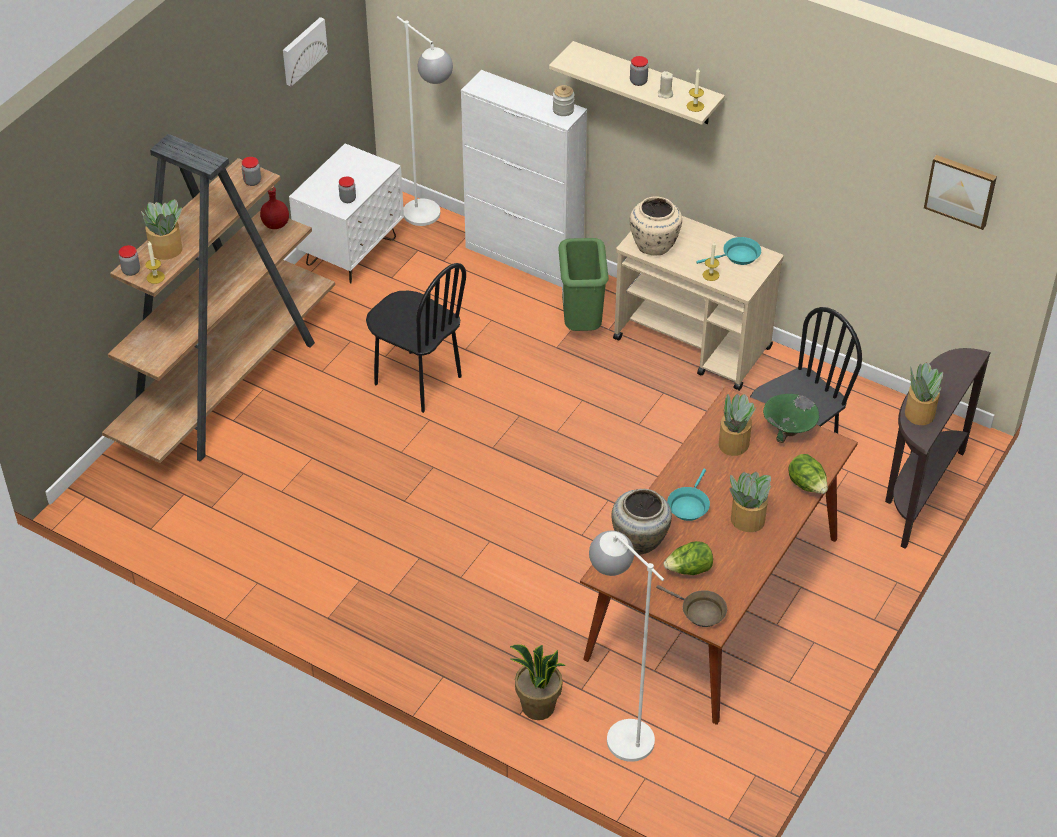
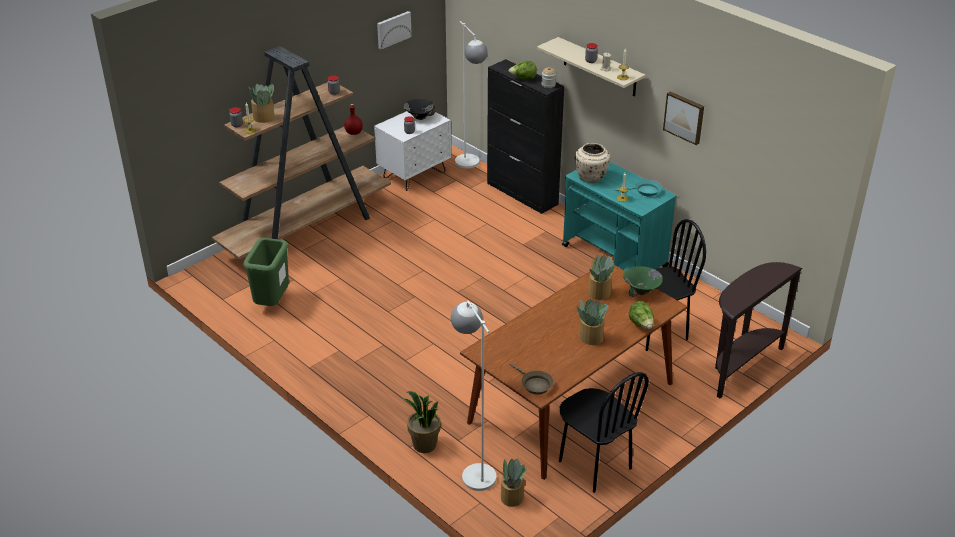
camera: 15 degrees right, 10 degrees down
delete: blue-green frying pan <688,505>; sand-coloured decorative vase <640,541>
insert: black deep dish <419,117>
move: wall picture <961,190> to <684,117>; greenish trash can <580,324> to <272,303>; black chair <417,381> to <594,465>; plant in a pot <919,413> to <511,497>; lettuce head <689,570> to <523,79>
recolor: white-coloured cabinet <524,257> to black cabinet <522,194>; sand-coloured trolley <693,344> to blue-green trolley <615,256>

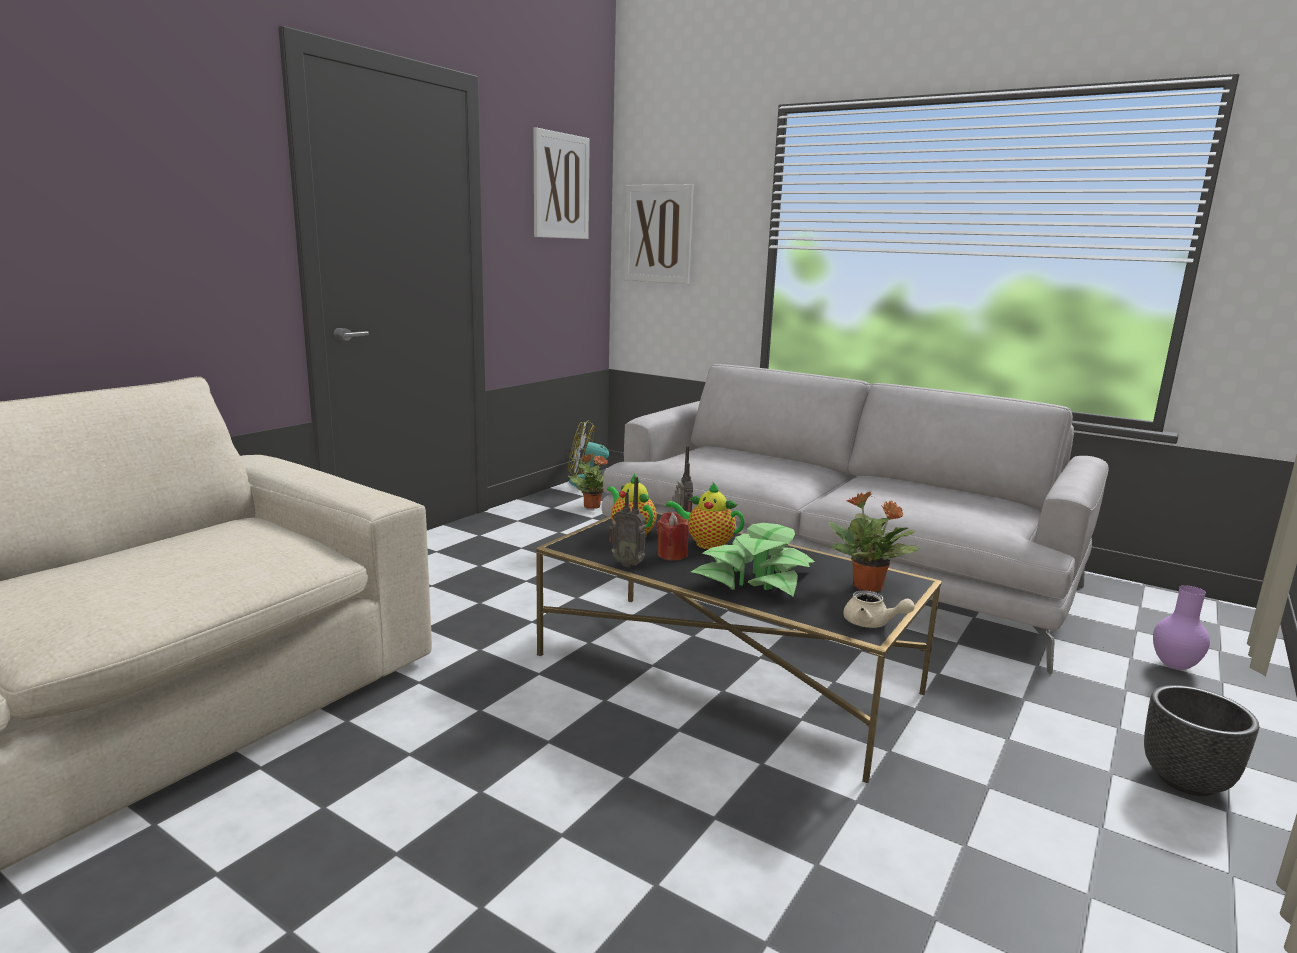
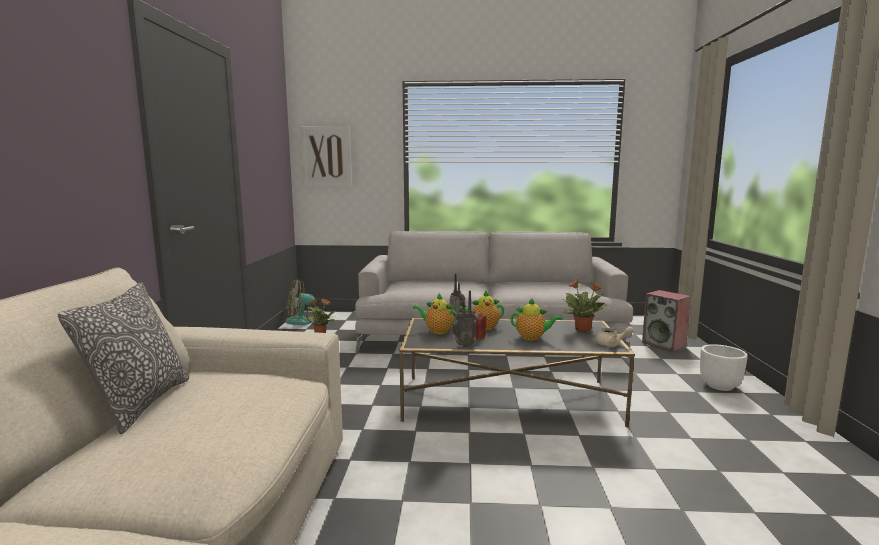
camera: 30 degrees left, 5 degrees down
delete: wall picture <561,186>
insert: throw pillow <141,403>
replace: plant in a pot <754,578> to tea pot <532,338>; purple-coloured decorative vase <1175,666> to speaker <664,344>
recolor: black planter <1187,781> to white-coloured planter <720,386>

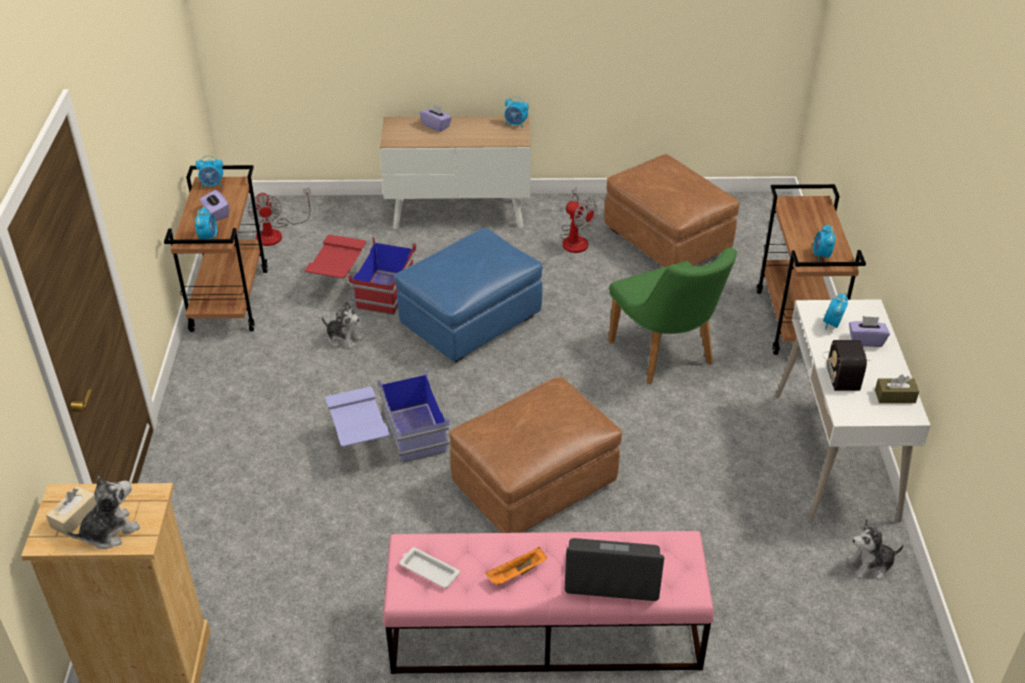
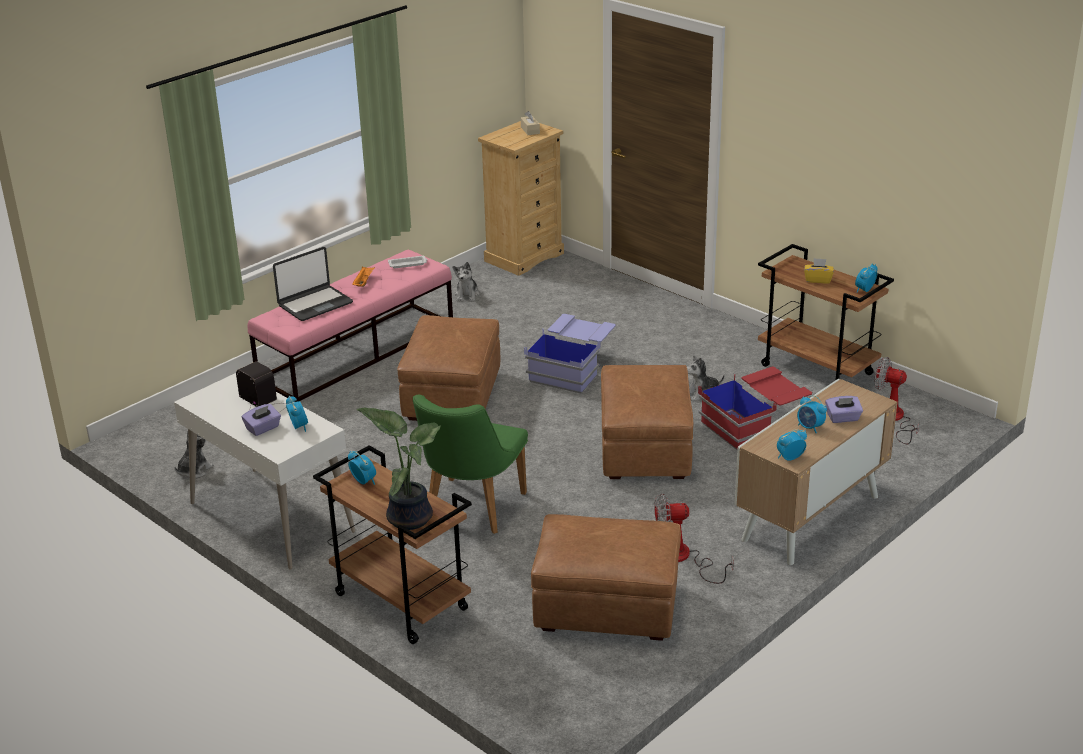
camera: 135 degrees right, 10 degrees down
delete: brown tissue holder <895,396>
insert: plant in a pot <409,517>
move: alarm clock <208,238> to <810,427>; plush toy <109,531> to <467,295>
recolor: purple-coloured tissue holder <216,213> to yellowish tissue holder <818,280>; bluish ottoman <470,321> to brown ottoman <645,450>
rotate: greenish chair <667,357> = <470,511> 90 degrees counterclockwise

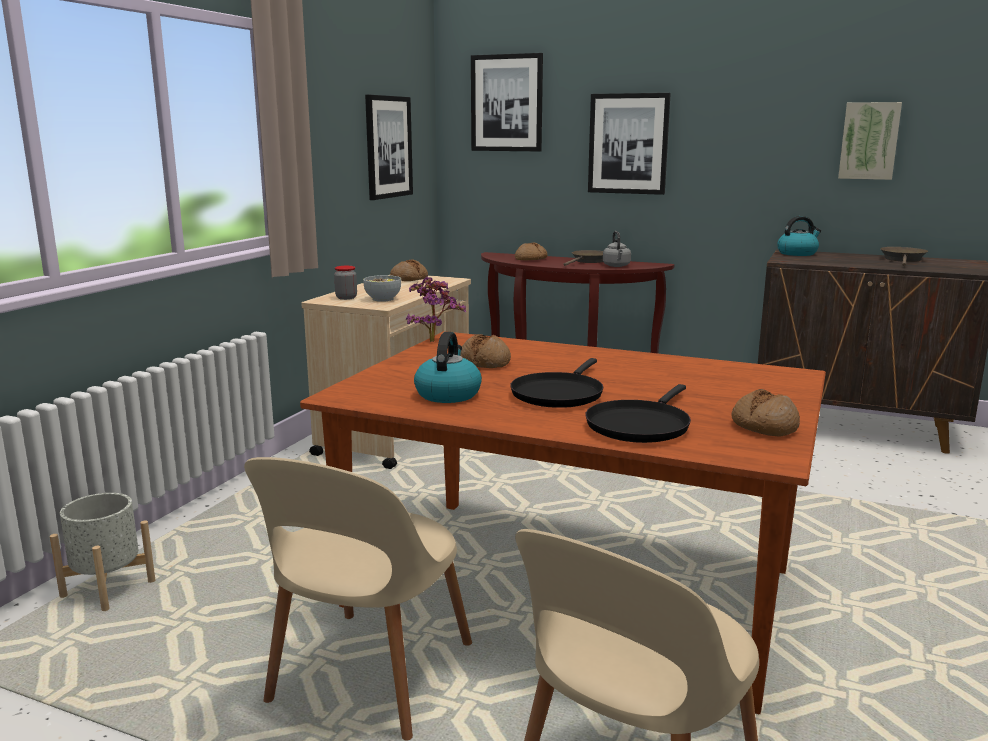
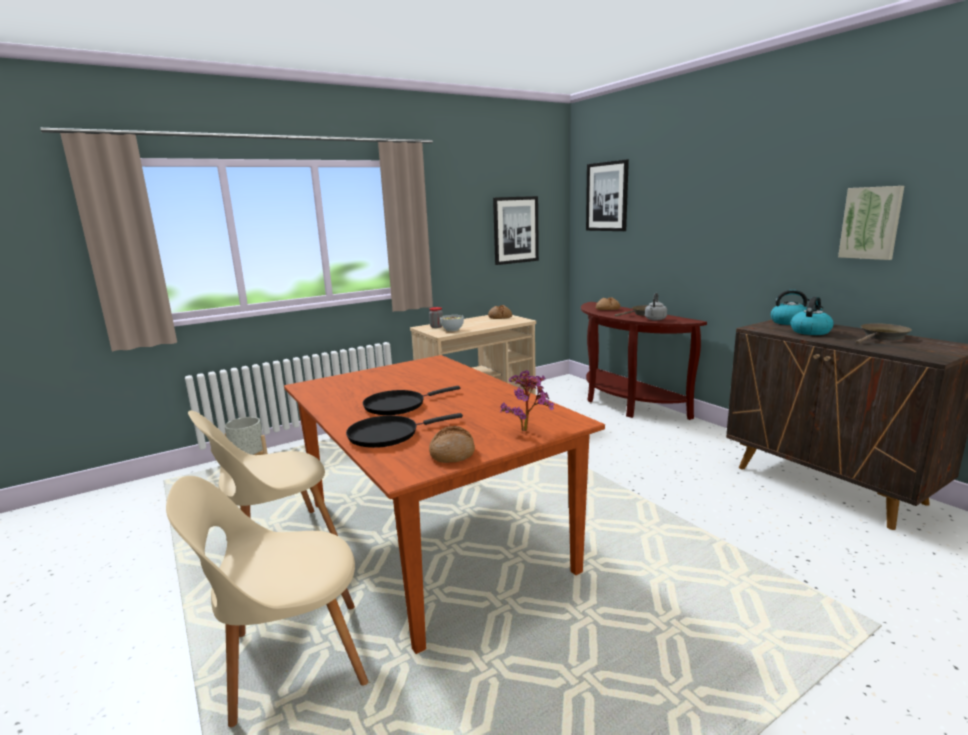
camera: 35 degrees right, 0 degrees up
delete: wall picture <628,144>; bakery bread <485,362>
move: plant in a pot <433,341> to <527,429>; water kettle <448,394> to <810,331>

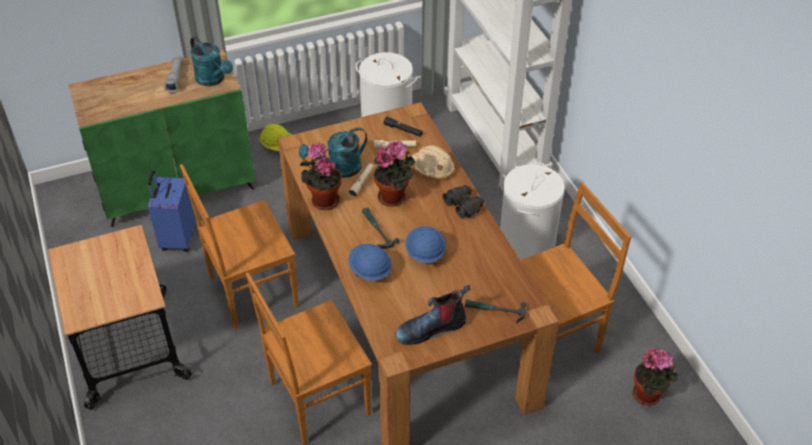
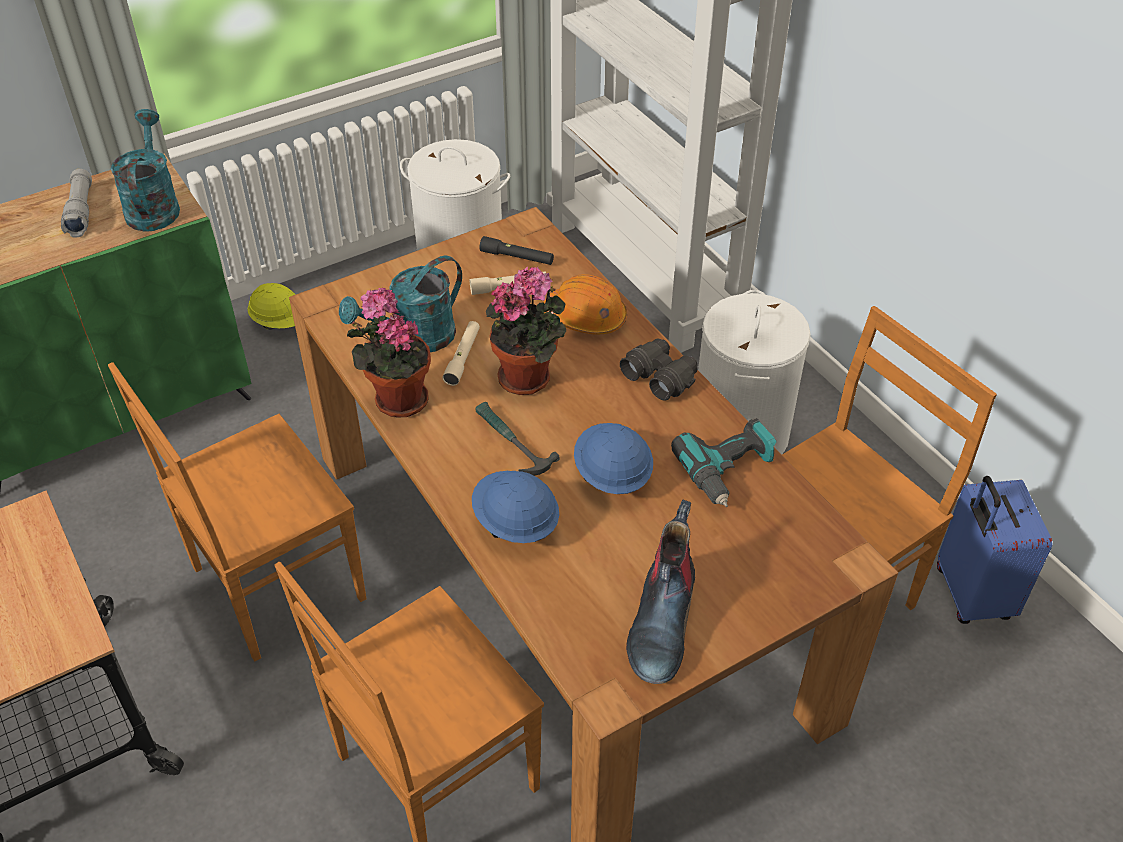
camera: 10 degrees left, 0 degrees up
delete: hand hammer <495,311>; plant in a pot <649,396>
insert: power drill <728,471>
move: bluish suitcase <177,238> to <970,594>
recolor: sand-coloured safety helmet <432,168> to orangey safety helmet <585,318>
rotate: blue-green sprinkling can <213,80> = <153,206> 135 degrees counterclockwise; boot <431,328> = <662,621> 45 degrees counterclockwise

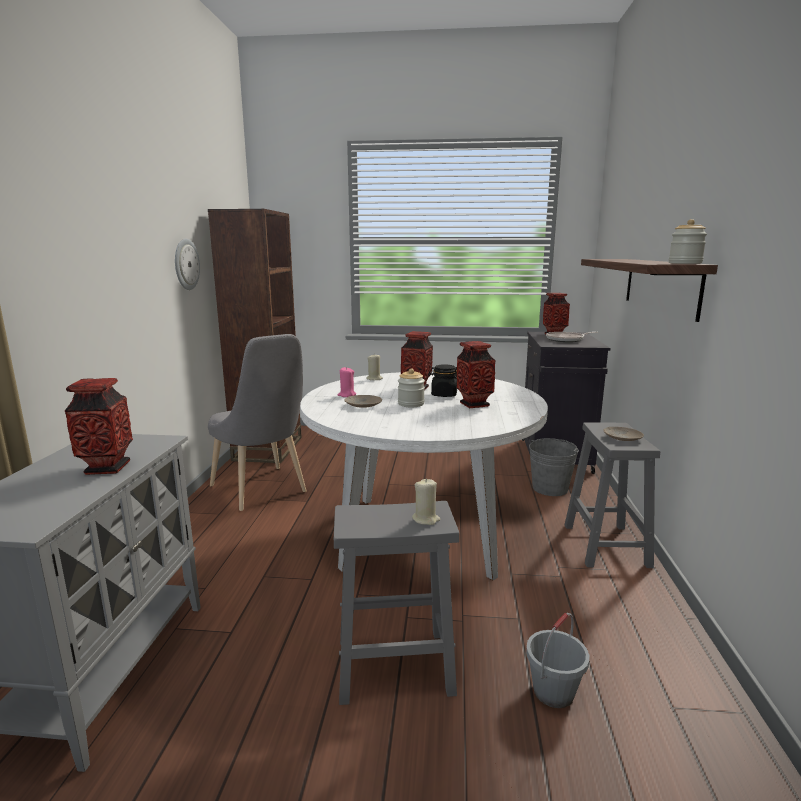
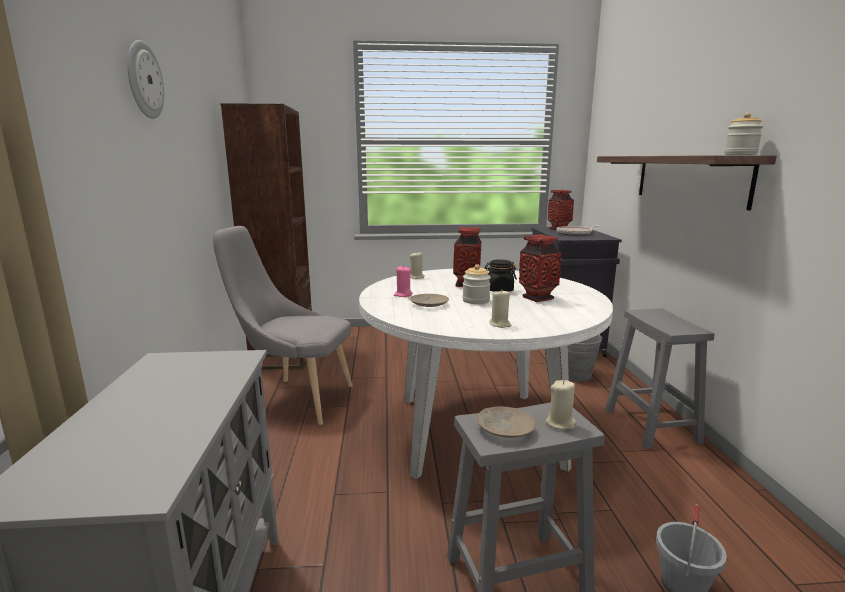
camera: 10 degrees left, 0 degrees up
delete: decorative vase <107,468>
insert: sand-coloured wax light <500,324>
move: wall clock <186,264> to <144,80>; sand-coloured dinner plate <622,438> to <504,428>
rotate: grey chair <262,491> = <295,399> 150 degrees clockwise

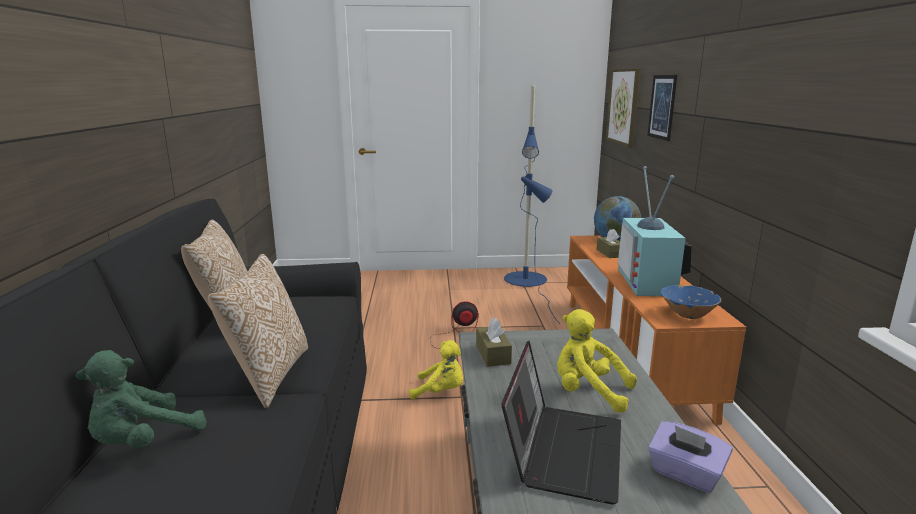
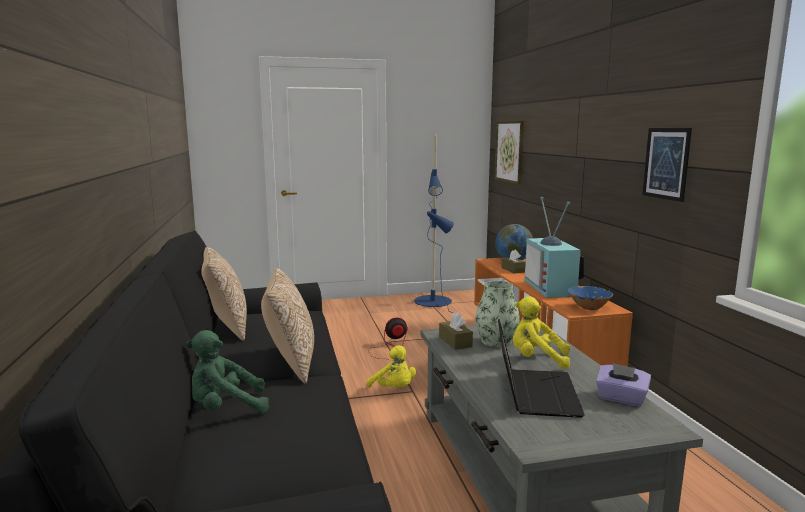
camera: 10 degrees left, 5 degrees down
insert: decorative vase <496,341>
move: wall picture <662,107> to <666,163>
rotate: yellowish plush toy <441,392> = <394,389> 45 degrees clockwise; greenish plush toy <143,441> = <225,408> 45 degrees clockwise

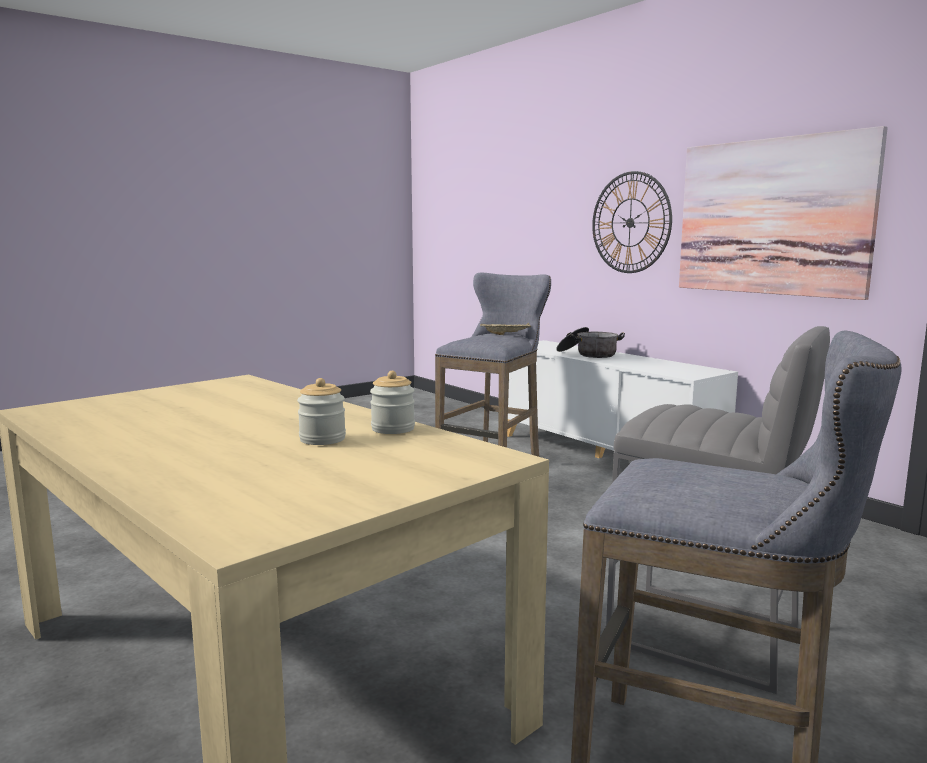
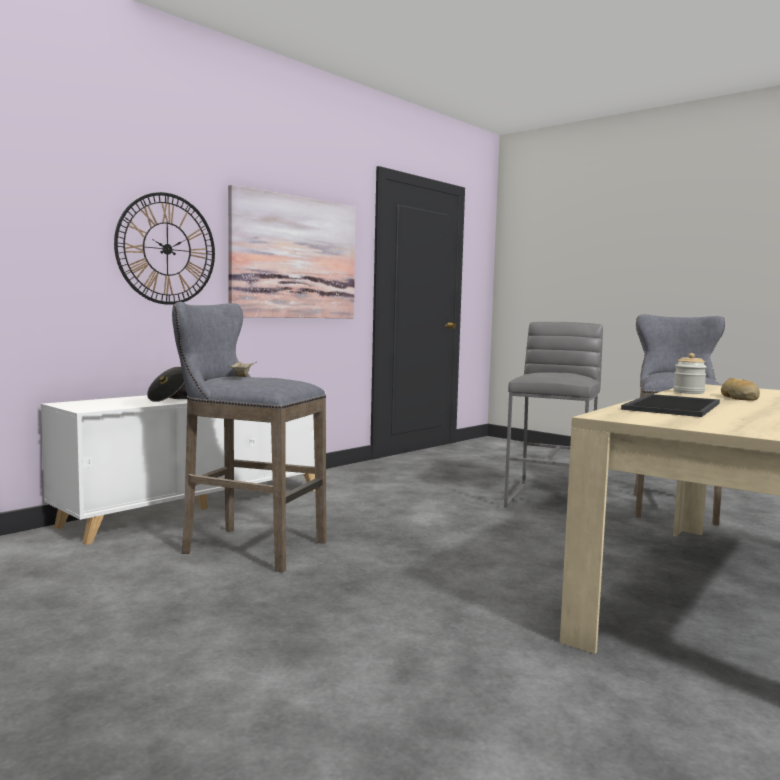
camera: 100 degrees left, 5 degrees down
insert: tray <670,406>
replace: jar <322,439> to bakery bread <739,398>

